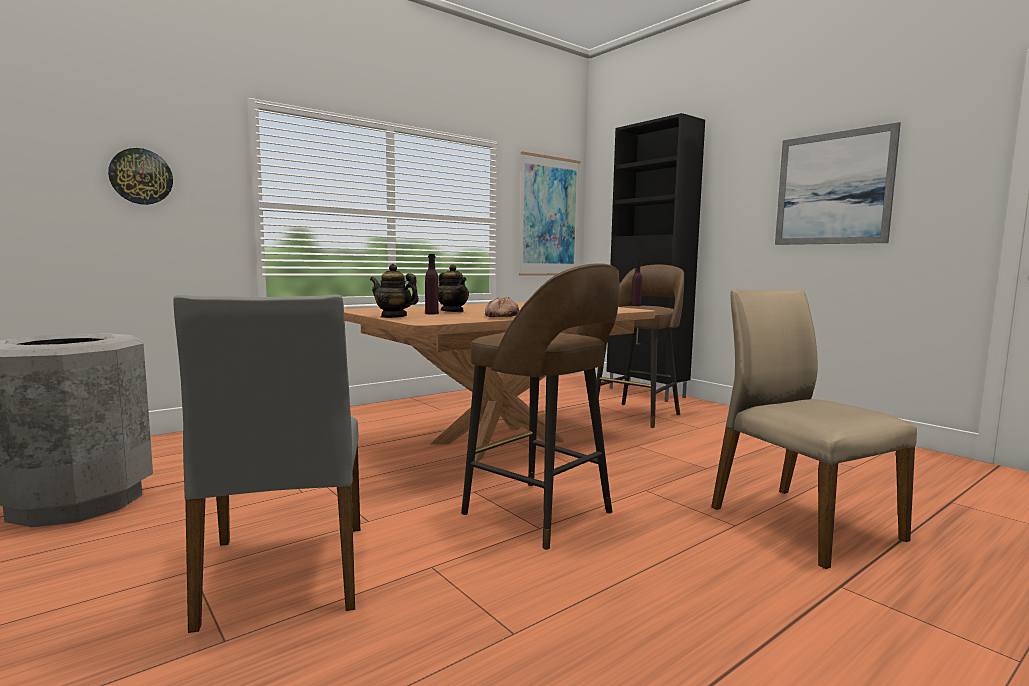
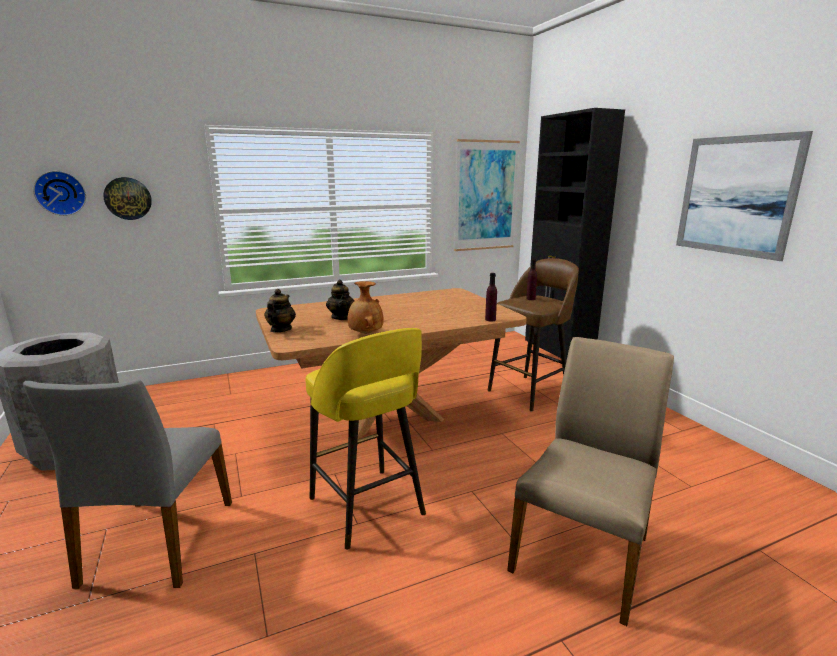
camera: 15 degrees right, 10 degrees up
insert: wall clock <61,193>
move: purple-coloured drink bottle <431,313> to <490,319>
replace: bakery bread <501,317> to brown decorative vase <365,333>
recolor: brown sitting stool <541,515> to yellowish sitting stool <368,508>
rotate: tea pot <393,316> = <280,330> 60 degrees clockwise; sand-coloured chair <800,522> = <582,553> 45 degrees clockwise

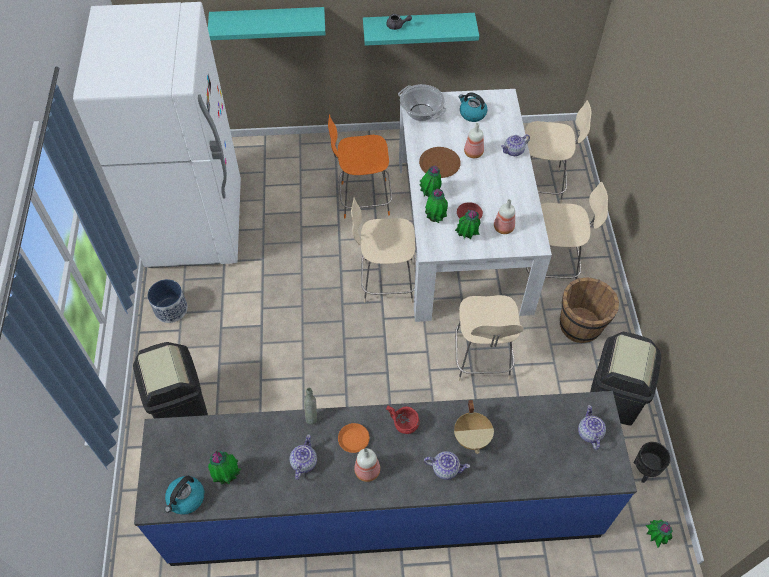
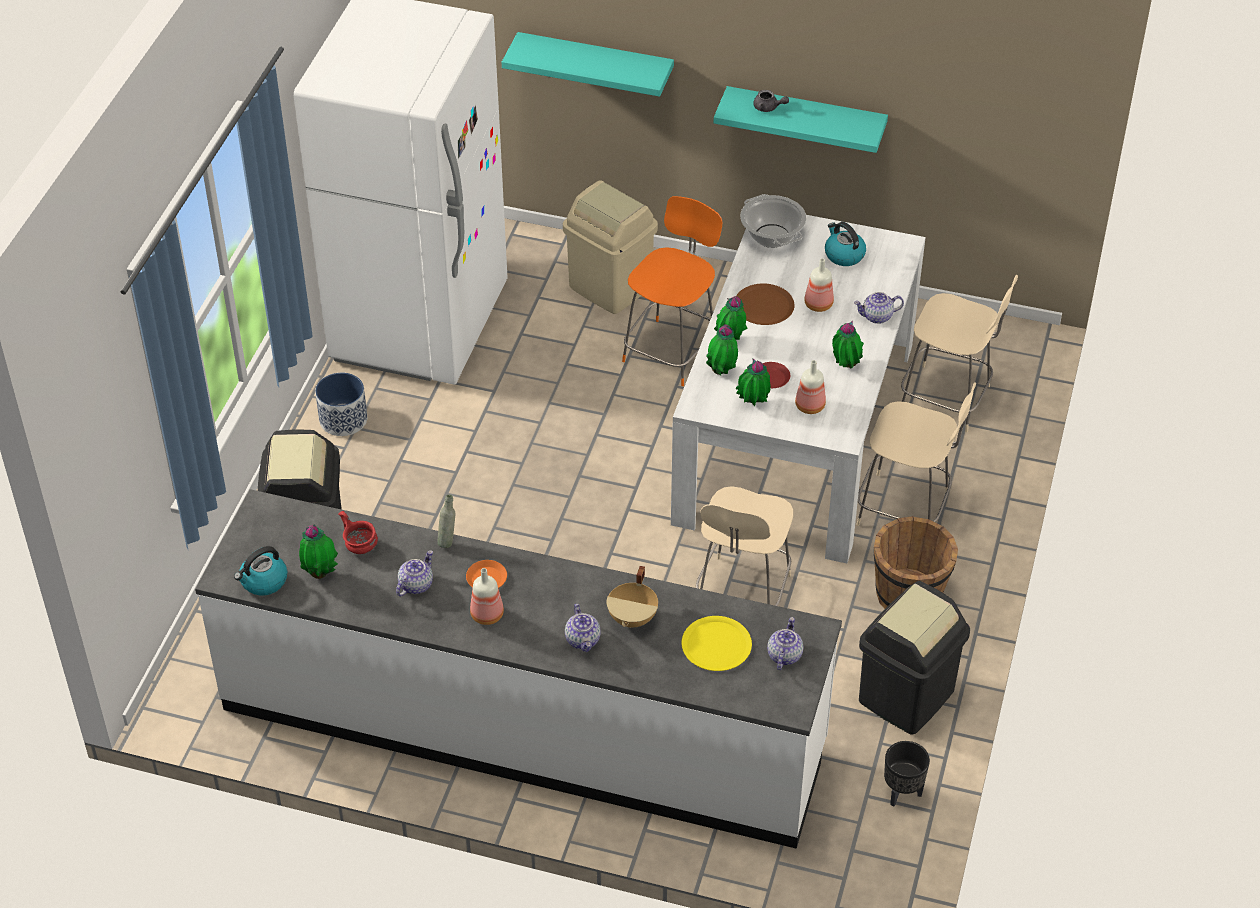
camera: 20 degrees right, 10 degrees down
delete: sand-coloured chair <385,282>
insert: sand-coloured trash can <611,286>; yellowish dinner plate <716,644>
move: red-coloured deep dish <405,424> to <360,546>; plant in a pot <653,538> to <845,366>
recolor: bluish kitchen base unit <384,505> to white-coloured kitchen base unit <523,726>
rotate: orangey chair <362,199> = <671,350> 105 degrees clockwise; tea pot <446,468> = <583,640> 45 degrees clockwise

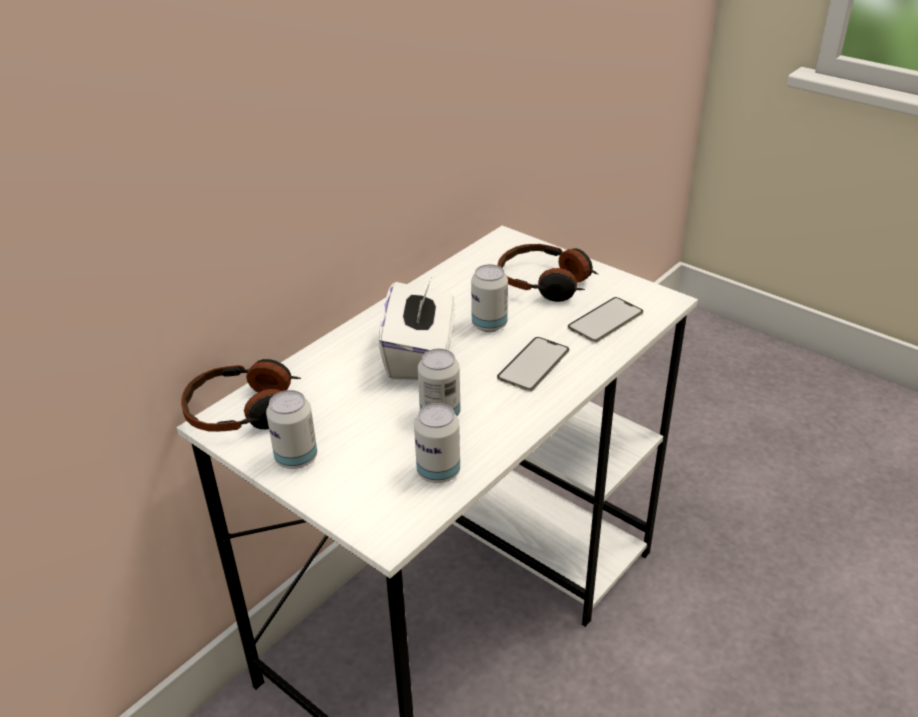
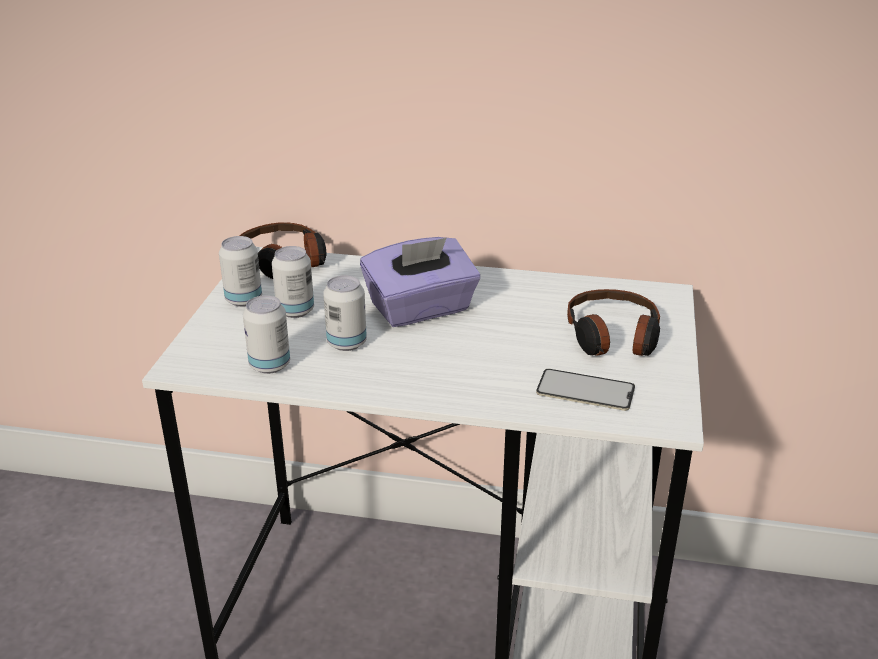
camera: 60 degrees right, 5 degrees down
delete: telephone <533,364>
move: metal can <489,325> to <295,311>
recolor: white-coloured tissue holder <420,356> to purple-coloured tissue holder <421,309>

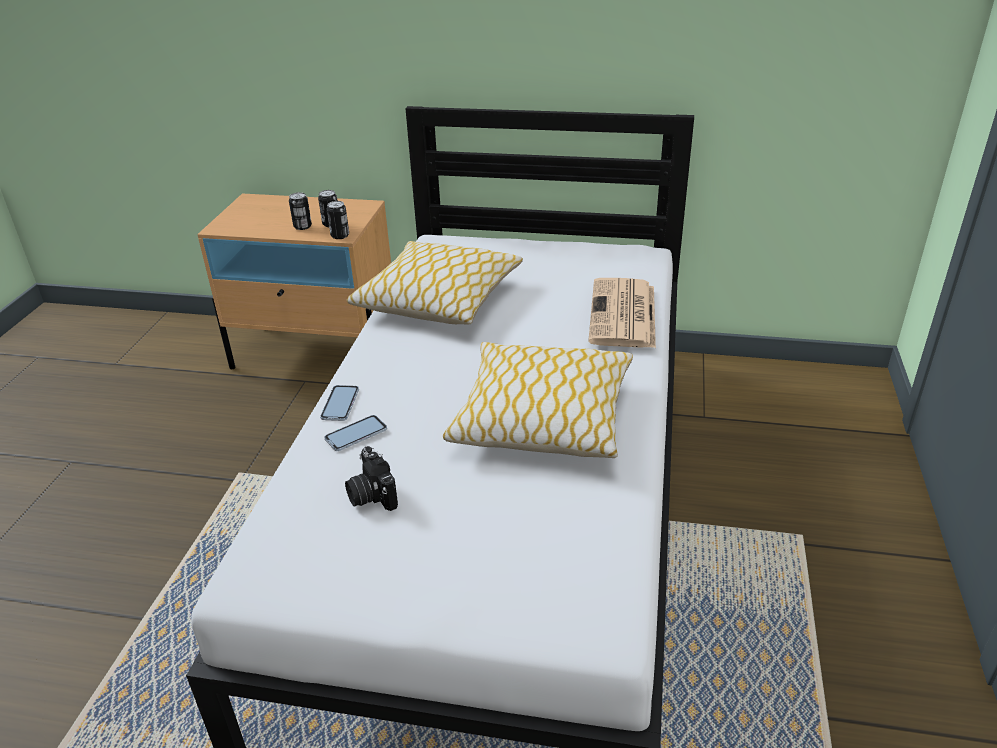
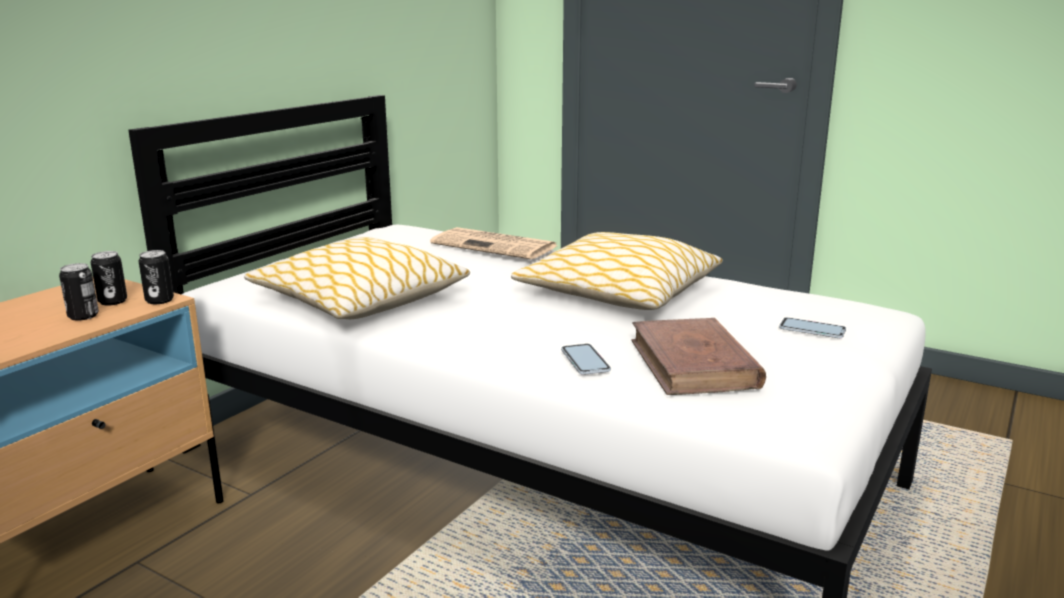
camera: 70 degrees left, 15 degrees down
move: telephone <340,404> to <812,329>
replace: still camera <370,495> to brown volume <693,364>

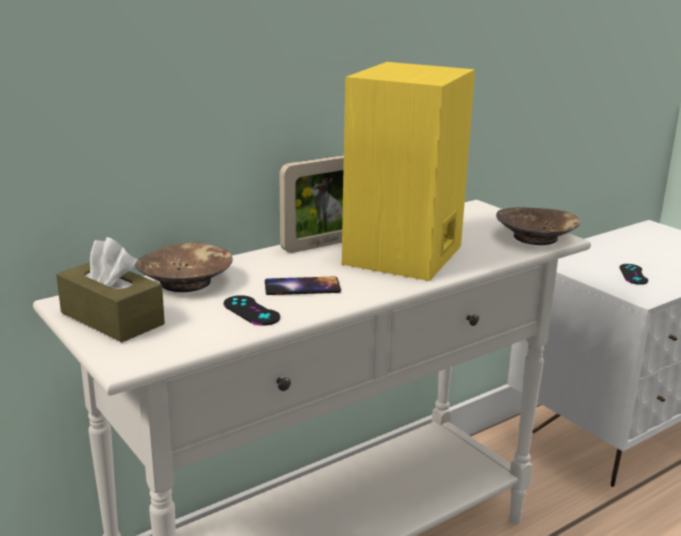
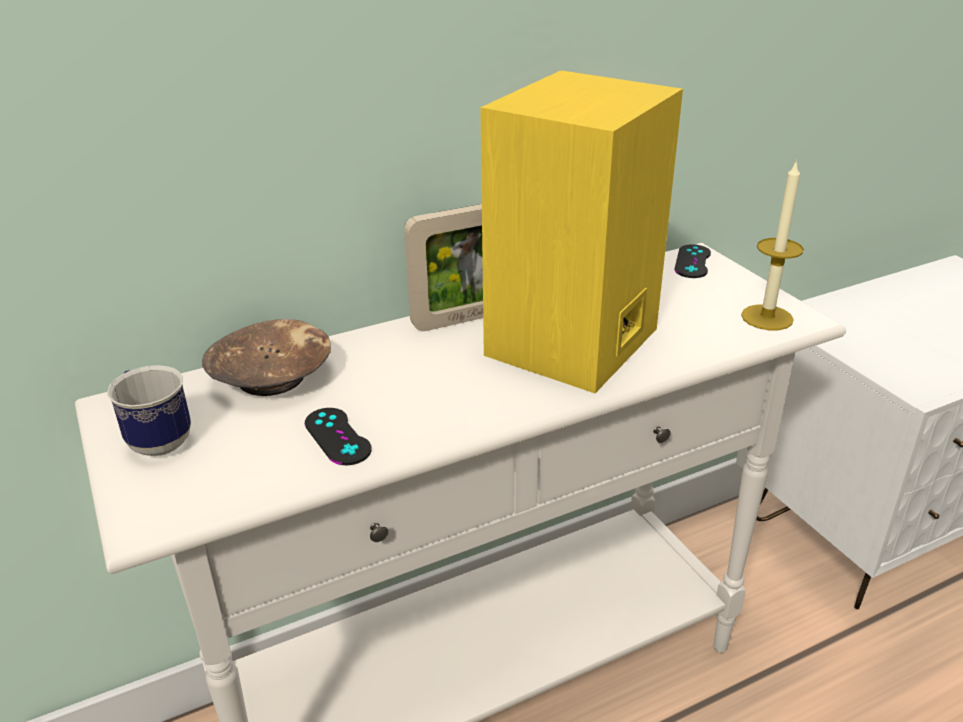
camera: 10 degrees right, 10 degrees up
delete: telephone <302,287>
move: black joypad <633,274> to <692,261>
replace: brown deep dish <536,237> to wax light <767,317>; brown tissue holder <112,318> to tea mug <156,439>

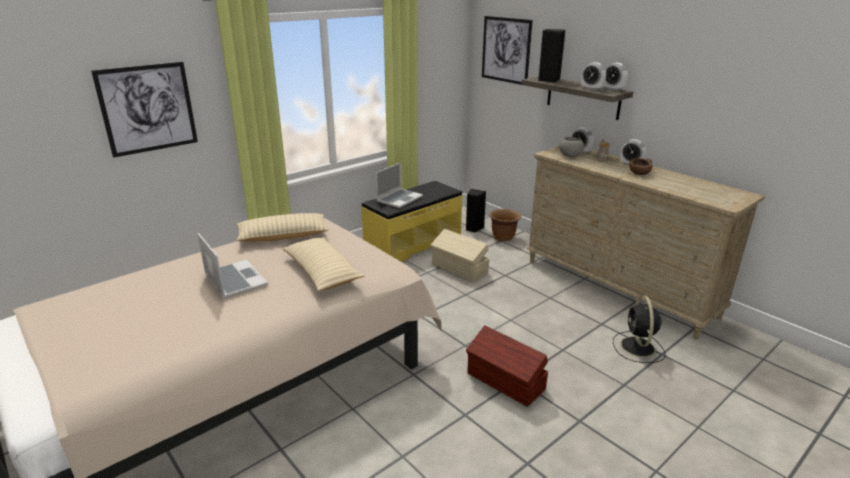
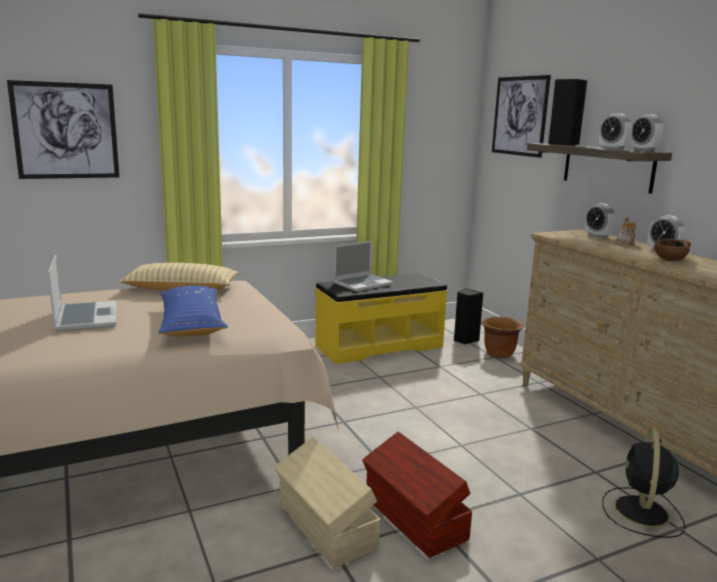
camera: 15 degrees right, 10 degrees down
delete: grey deep dish <570,156>
move: sand-coloured storage container <459,269> to <325,527>
recolor: sand-coloured throw pillow <322,272> to bluish throw pillow <191,323>

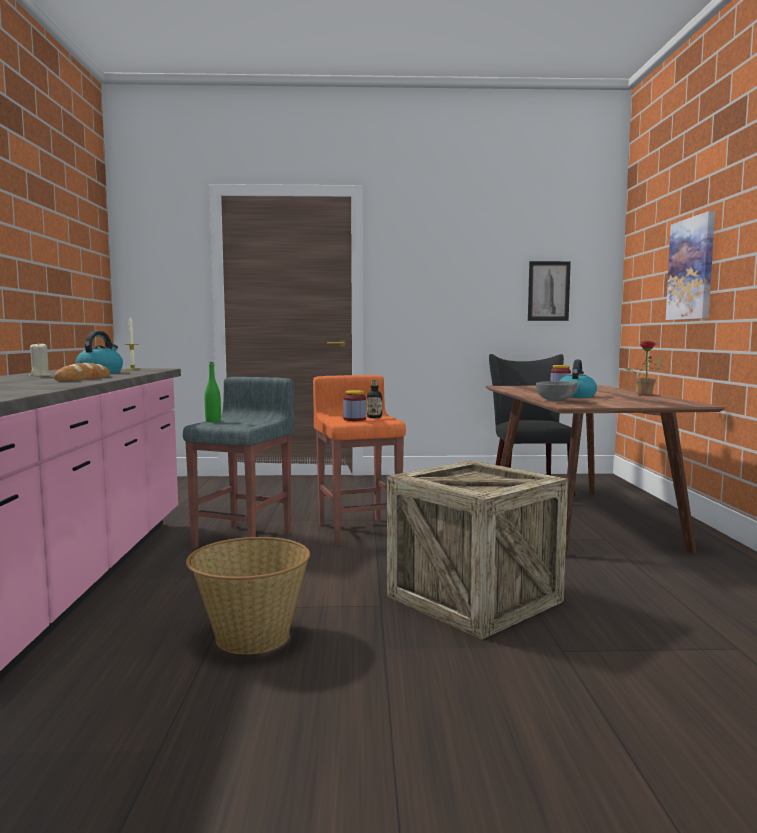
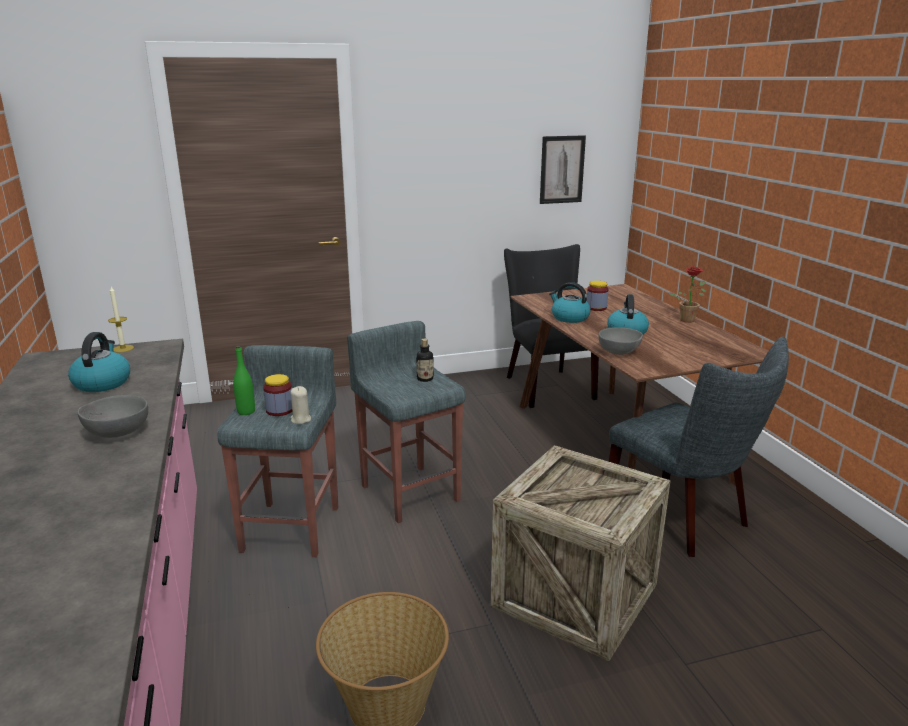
camera: 15 degrees left, 15 degrees up
delete: wall picture <691,269>
insert: water kettle <569,318>; grey chair <683,518>
move: sand-coloured wax light <40,376> to <300,419>; jar <354,419> to <279,410>
replace: bakery bread <83,379> to grey deep dish <117,433>
recolor: orangey sitting stool <358,530> to grey sitting stool <409,492>

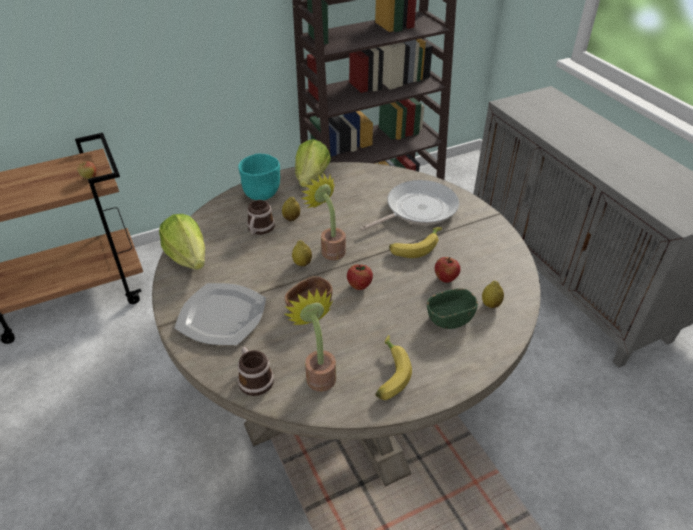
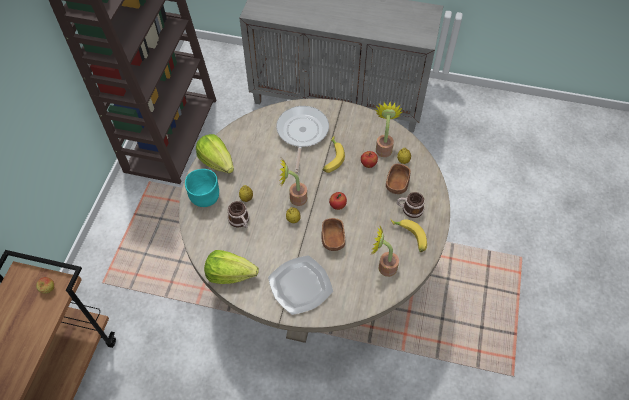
camera: 50 degrees left, 15 degrees up
insert: plant in a pot <384,147>
move: tea mug <254,378> to <409,209>
recolor: greenish deep dish <450,318> to brown deep dish <397,184>

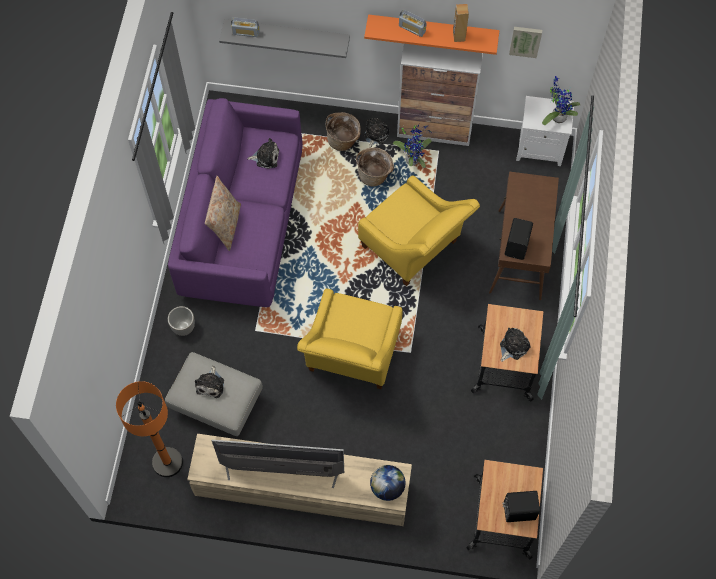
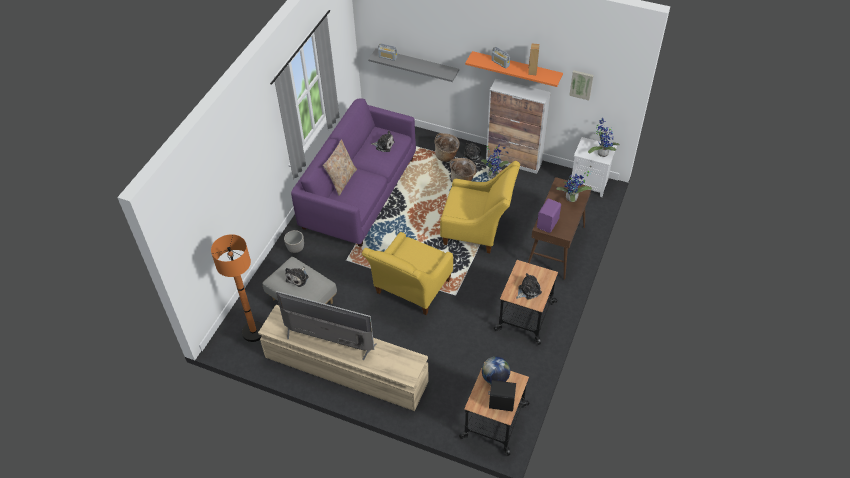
camera: 15 degrees right, 15 degrees down
insert: plant in a pot <572,199>
move: world globe <387,487> to <495,378>
recolor: black speaker <517,246> to purple-coloured speaker <548,223>
rotate: yellowish armchair <414,249> = <478,230> 45 degrees counterclockwise

